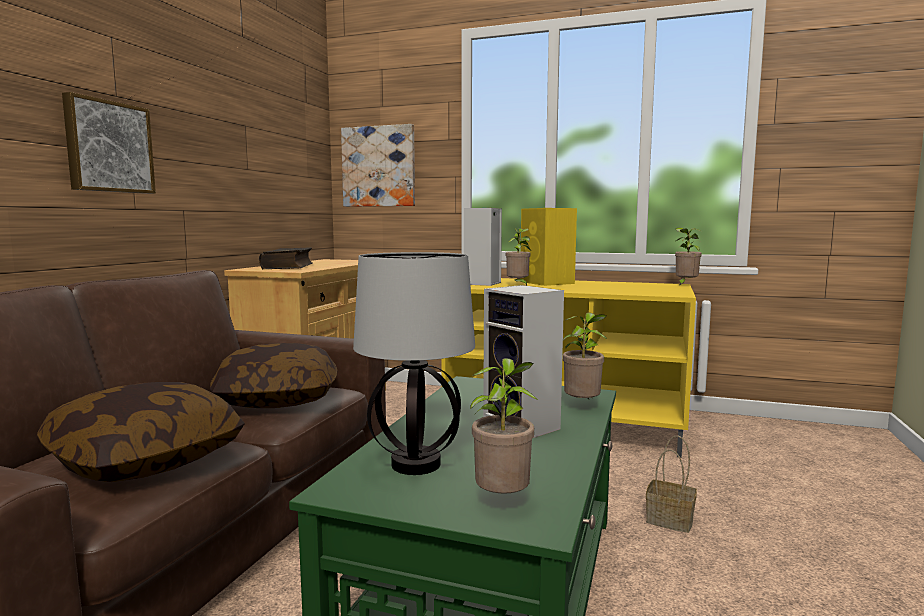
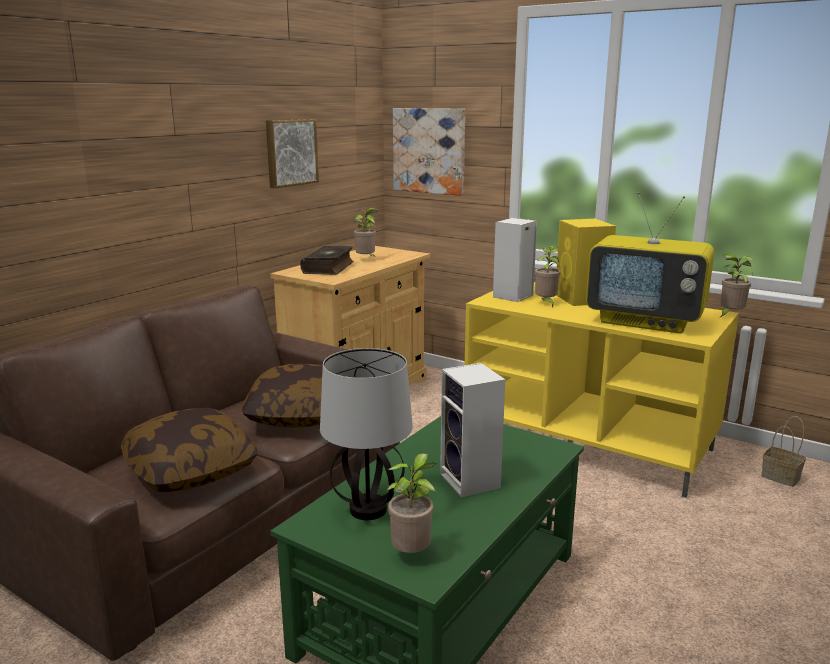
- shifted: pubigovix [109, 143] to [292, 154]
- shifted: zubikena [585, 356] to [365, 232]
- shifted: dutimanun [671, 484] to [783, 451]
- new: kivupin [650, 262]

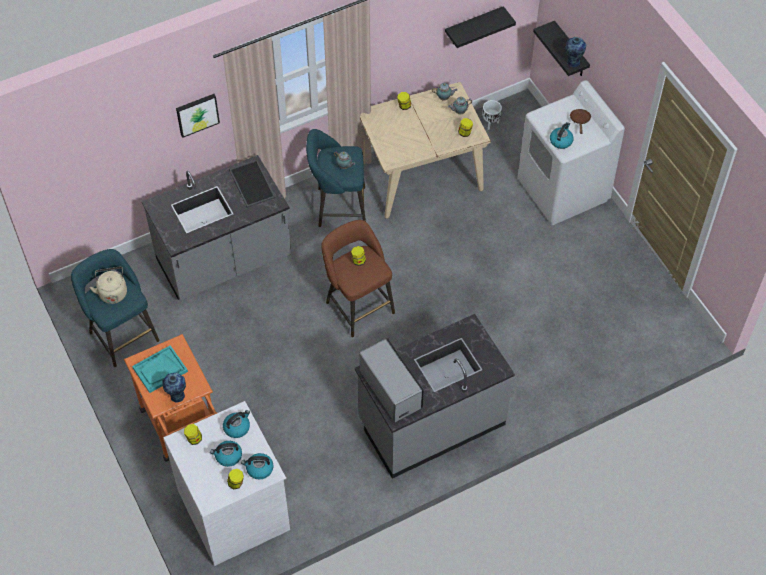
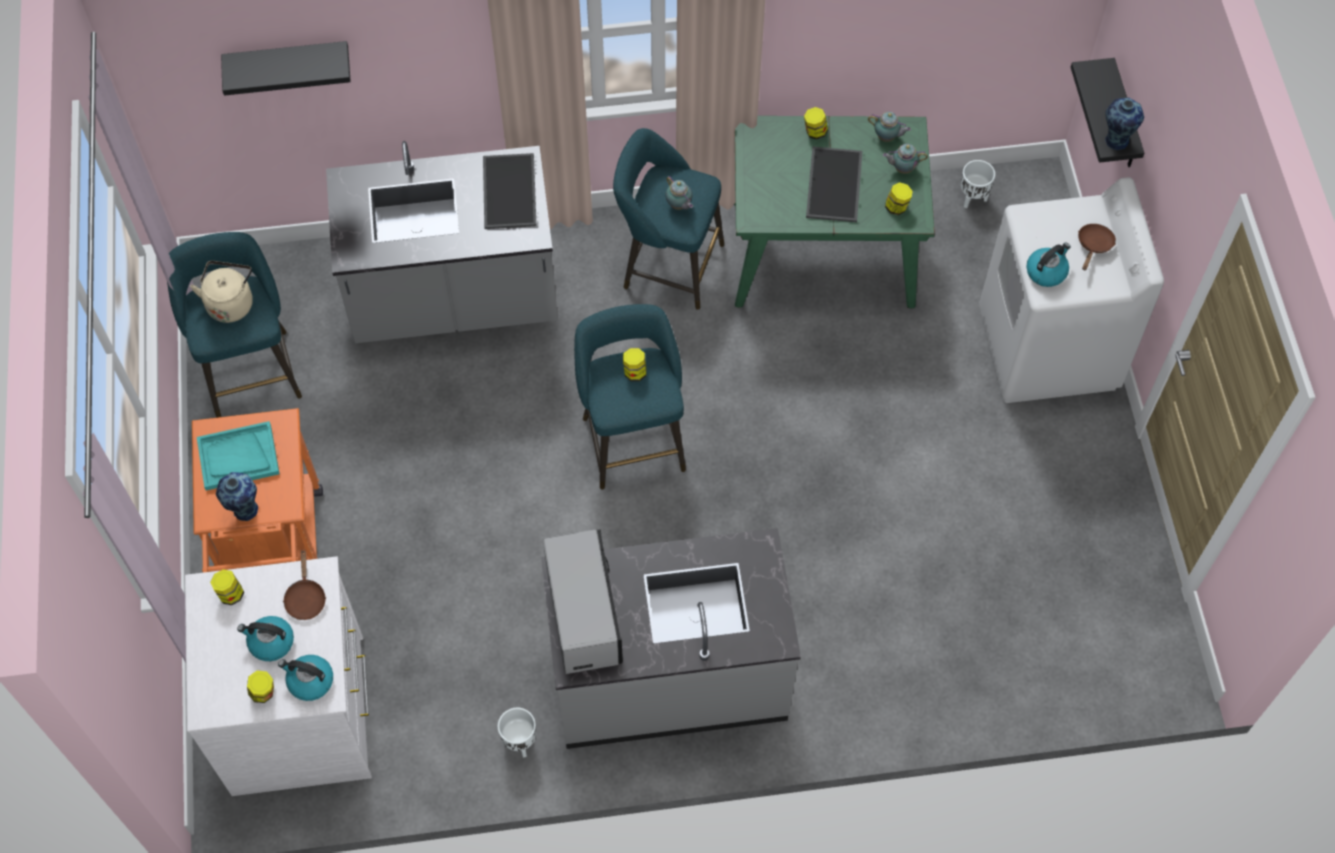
- gone: pubigovix [198, 116]
- swapped: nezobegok [236, 424] to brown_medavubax [304, 584]
- repainted: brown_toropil [358, 278] to turquoise_toropil [630, 396]
- repainted: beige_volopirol [425, 150] to green_volopirol [834, 212]
- shifted: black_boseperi [480, 27] to [286, 68]
- new: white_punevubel [517, 733]
- new: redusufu [834, 184]

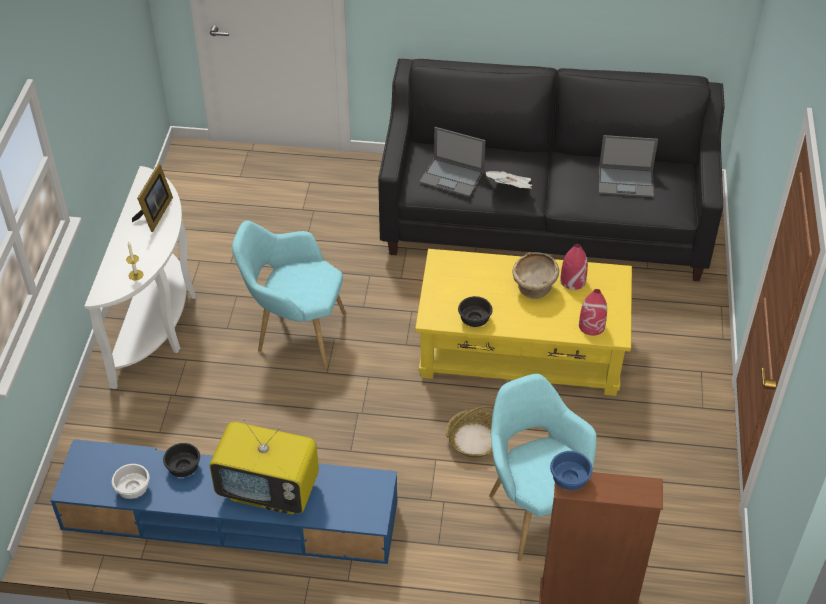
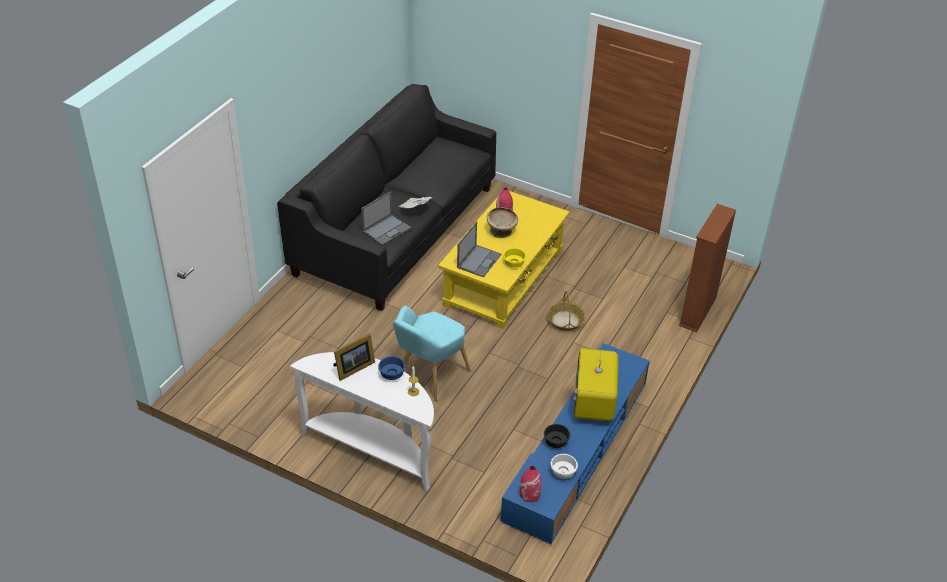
- rotated: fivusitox [152, 197] = [354, 357] 105 degrees clockwise
- rotated: kivupin [264, 466] = [595, 381] 150 degrees clockwise
- repainted: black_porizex [475, 311] to yellow_porizex [514, 258]
- gone: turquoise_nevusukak [543, 467]
- shifted: blue_porizex [571, 470] to [391, 368]
- shifted: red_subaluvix [593, 312] to [530, 484]
- shifted: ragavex [628, 166] to [479, 249]

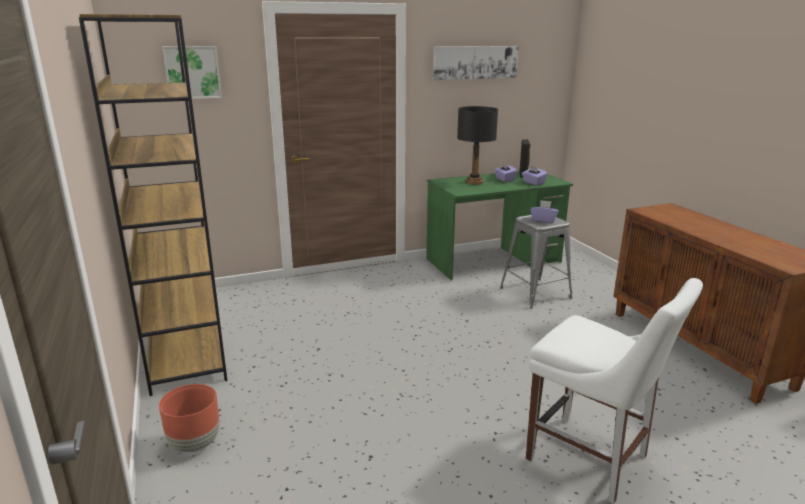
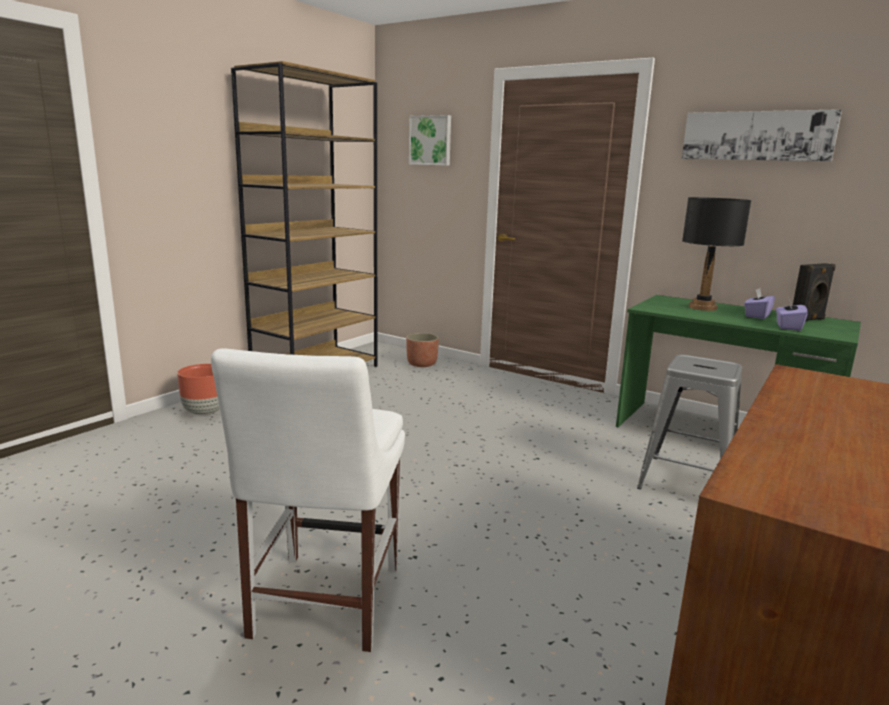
- gone: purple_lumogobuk [544, 211]
- new: punevubel [422, 350]

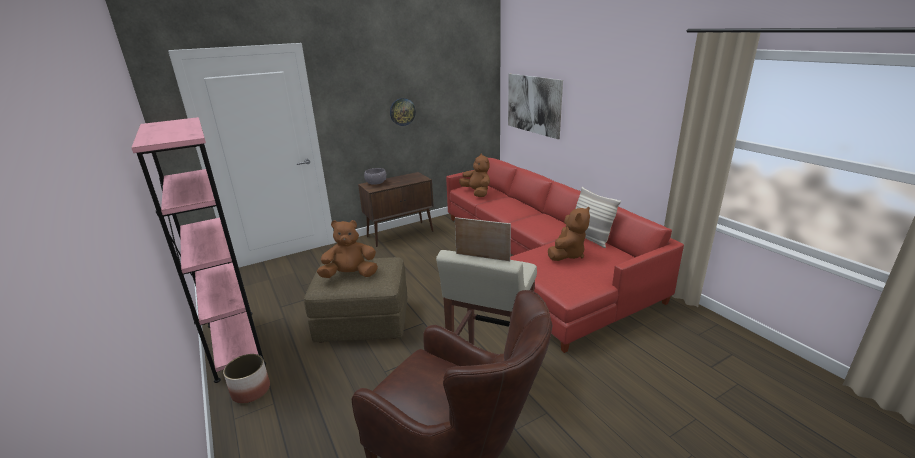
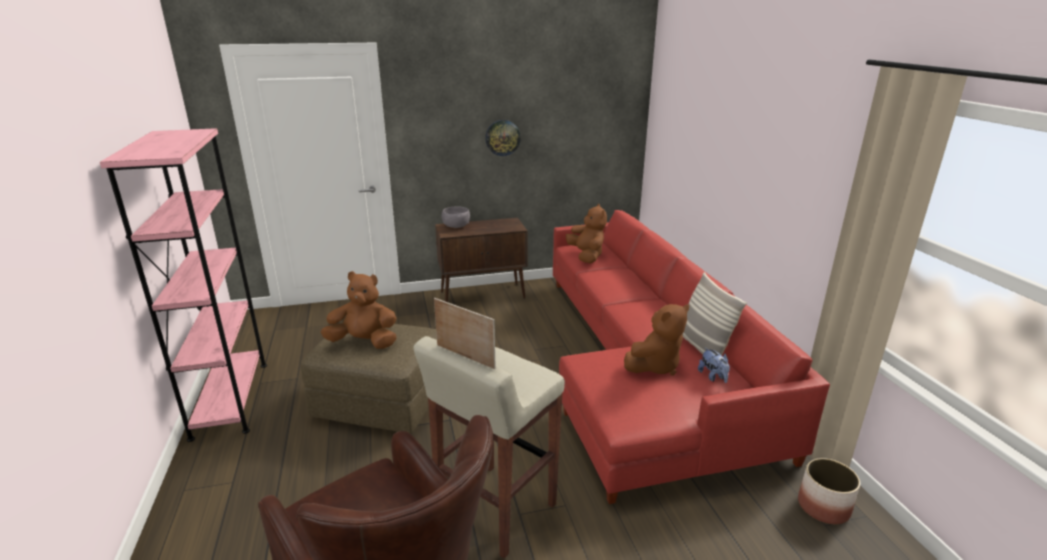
- shifted: punevubel [246, 378] to [829, 491]
- gone: pubigovix [535, 106]
- new: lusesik [714, 365]

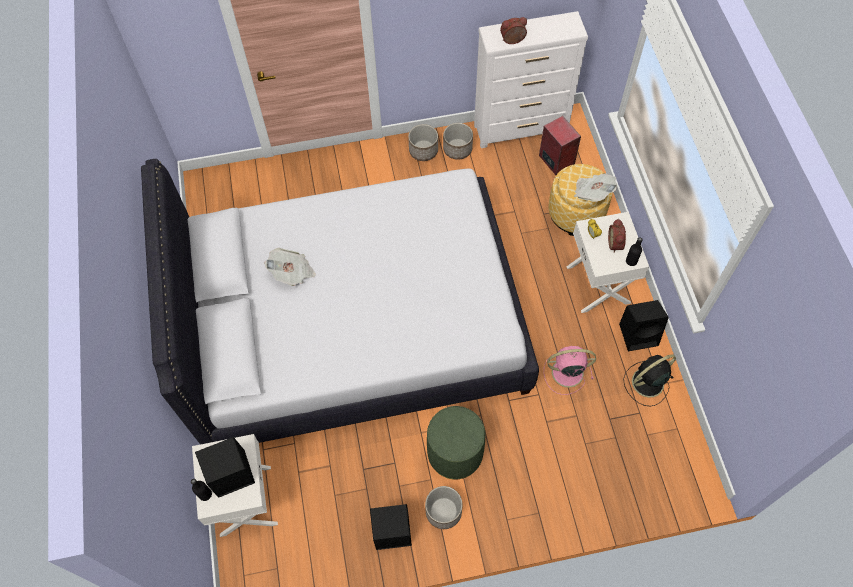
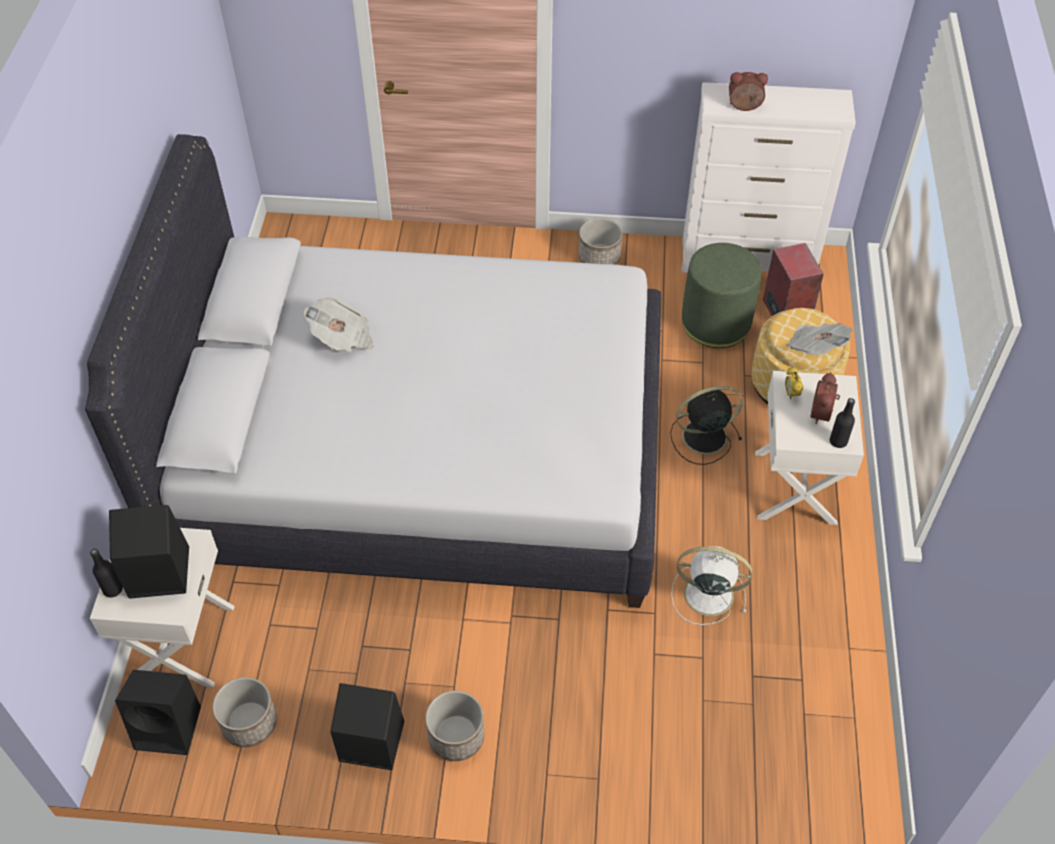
- shifted: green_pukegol [456, 443] to [722, 295]
- shifted: punevubel [458, 141] to [245, 712]
- repainted: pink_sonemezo [570, 370] to white_sonemezo [711, 585]
- shifted: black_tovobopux [644, 325] to [158, 712]
- shifted: black_sonemezo [649, 380] to [706, 425]

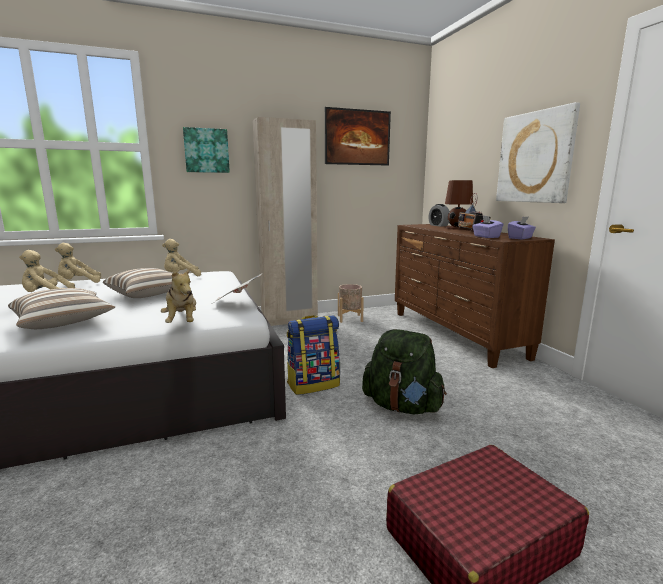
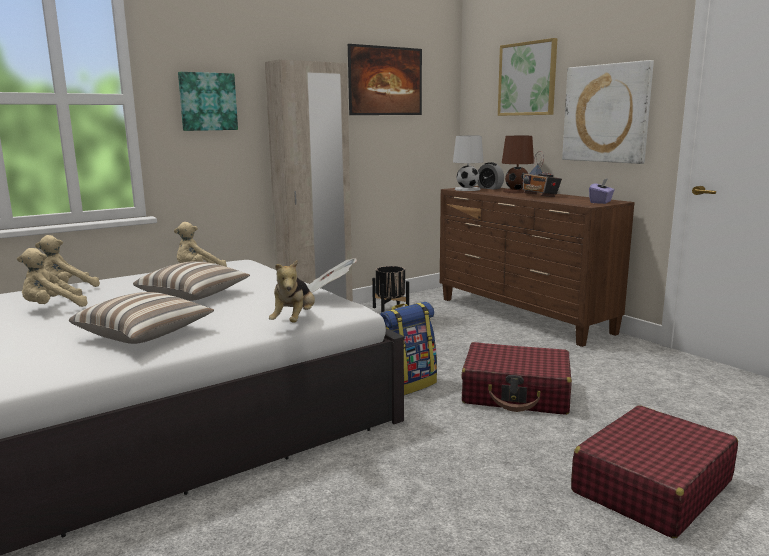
- rotated: lusesik [178, 295] = [292, 291] 45 degrees clockwise
- repainted: beige_punevubel [351, 303] to black_punevubel [390, 289]
- swapped: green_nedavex [404, 371] to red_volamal [516, 378]
- gone: purple_lumogobuk [487, 226]
- new: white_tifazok [468, 163]
- new: pubigovix [527, 77]

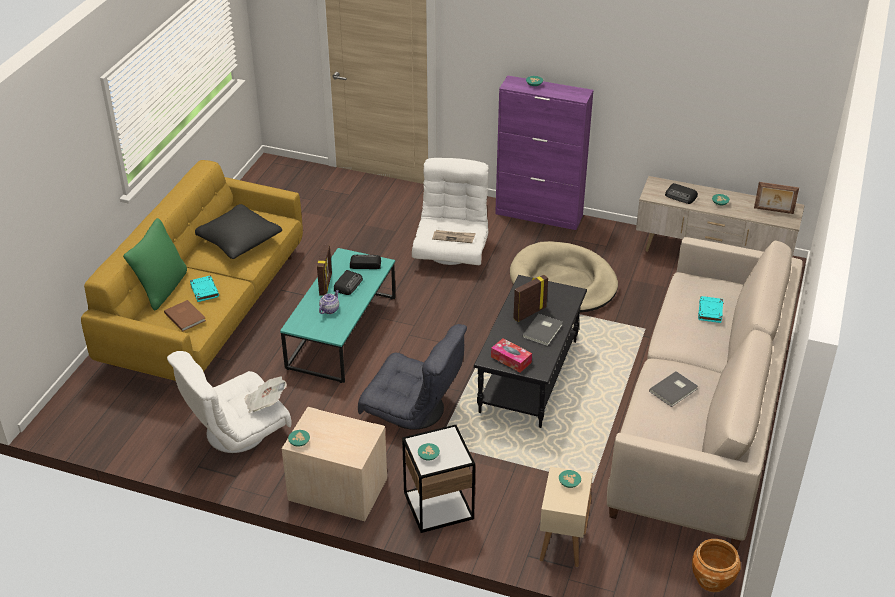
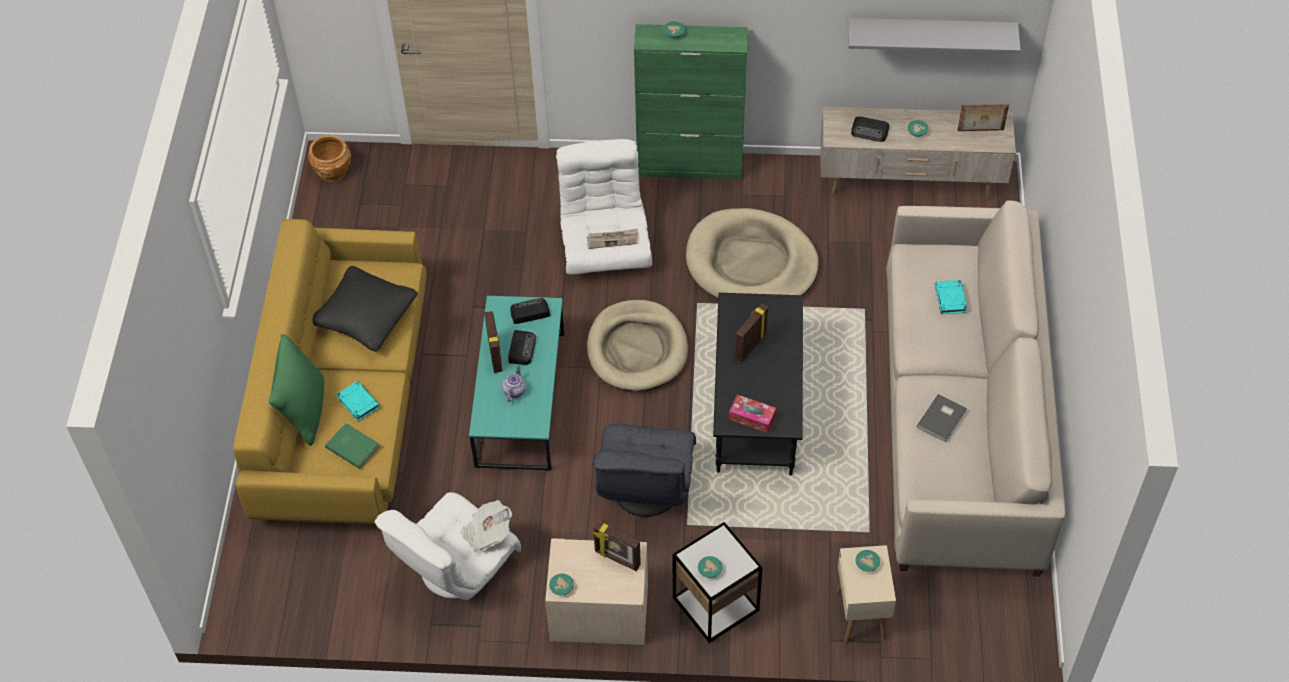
- repainted: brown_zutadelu [185, 316] to green_zutadelu [352, 445]
- rotated: grey_nevusukak [412, 377] = [644, 470] 90 degrees clockwise
- repainted: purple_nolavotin [544, 152] to green_nolavotin [691, 102]
- gone: grey_zutadelu [542, 330]
- shifted: brown_punevubel [716, 565] to [329, 158]
- new: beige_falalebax [637, 345]
- new: fivusitox [617, 546]
- new: grey_boseperi [934, 35]

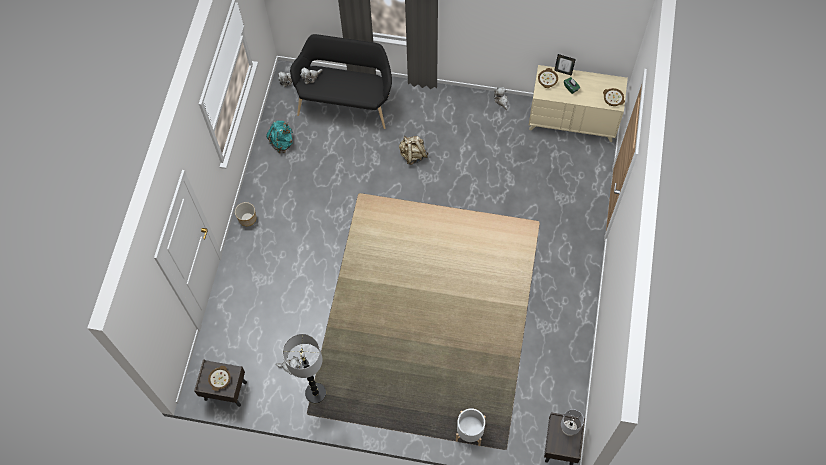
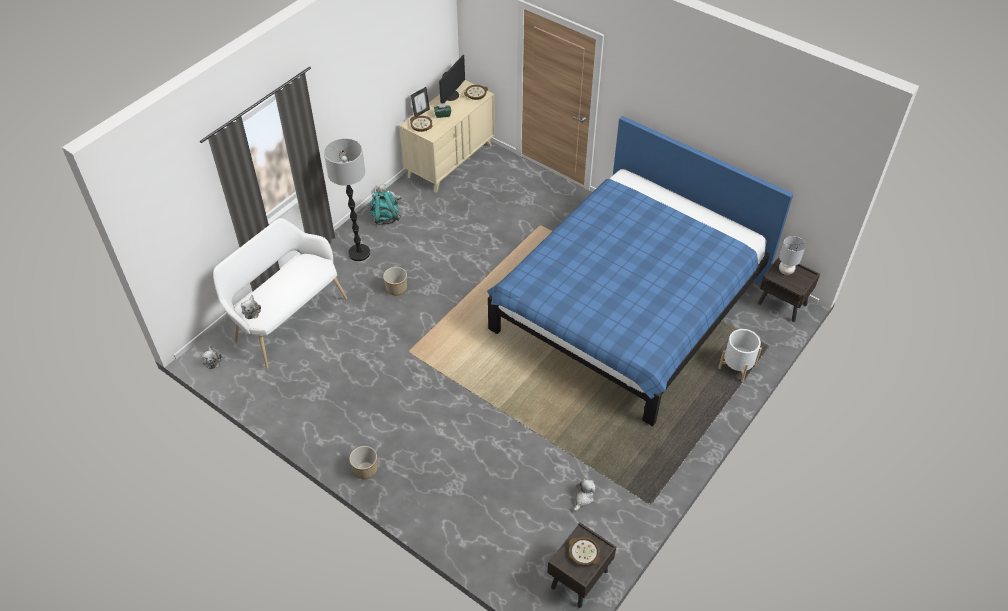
- shifted: turquoise_nedavex [279, 137] to [385, 207]
- shifted: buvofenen [304, 368] to [347, 199]
- repainted: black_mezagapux [341, 81] to white_mezagapux [280, 293]
- swapped: beige_nedavex [413, 150] to punevubel [395, 281]
- new: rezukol [452, 79]
- new: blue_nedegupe [640, 271]

